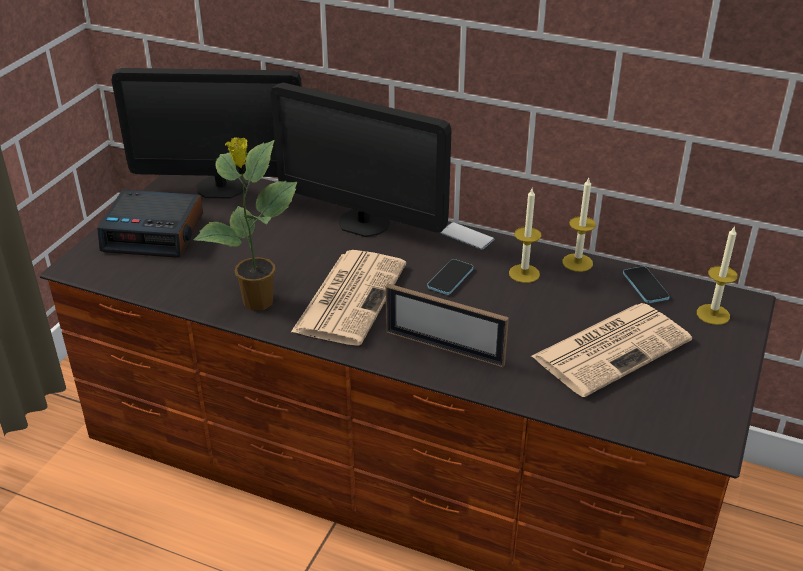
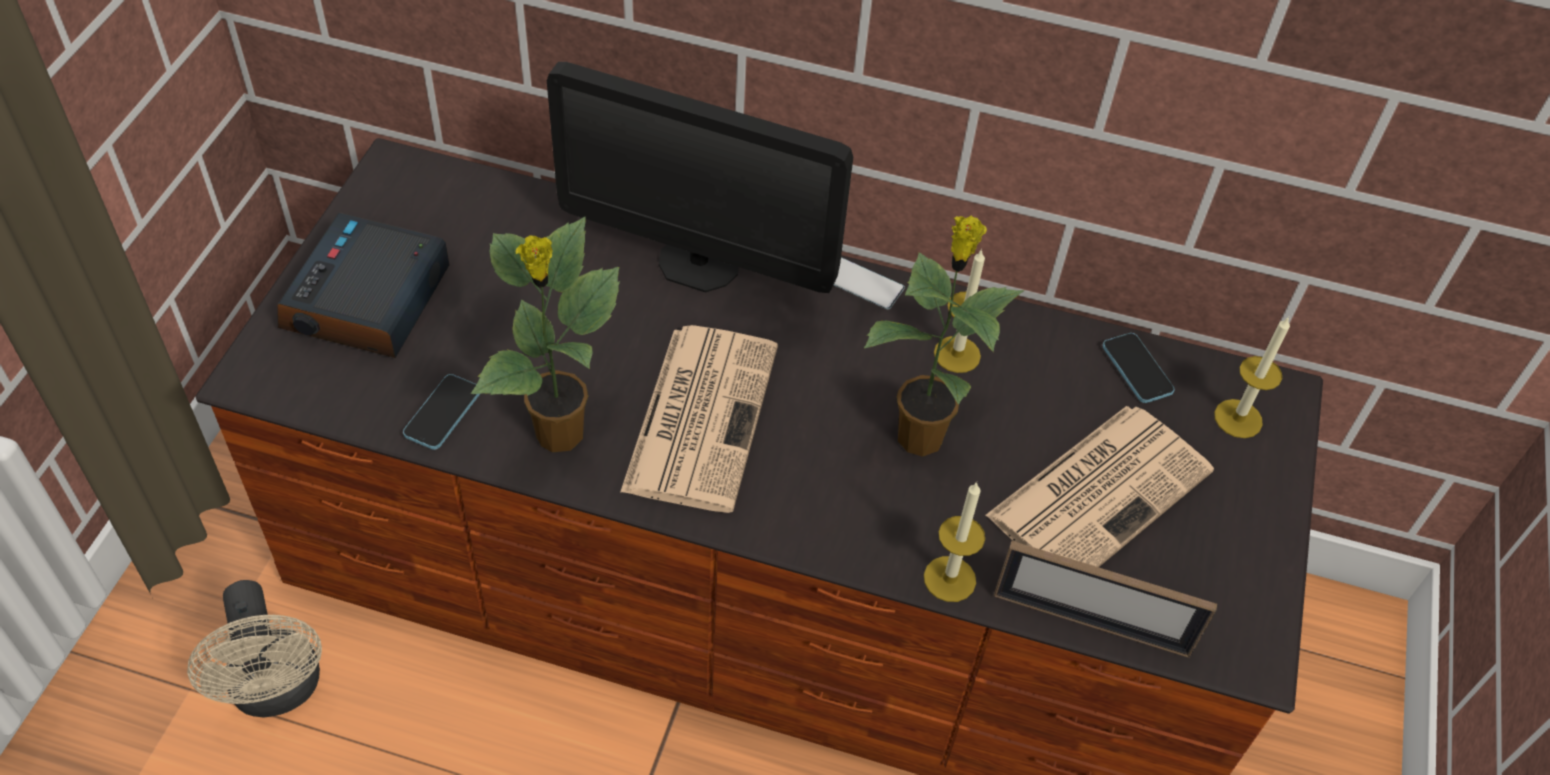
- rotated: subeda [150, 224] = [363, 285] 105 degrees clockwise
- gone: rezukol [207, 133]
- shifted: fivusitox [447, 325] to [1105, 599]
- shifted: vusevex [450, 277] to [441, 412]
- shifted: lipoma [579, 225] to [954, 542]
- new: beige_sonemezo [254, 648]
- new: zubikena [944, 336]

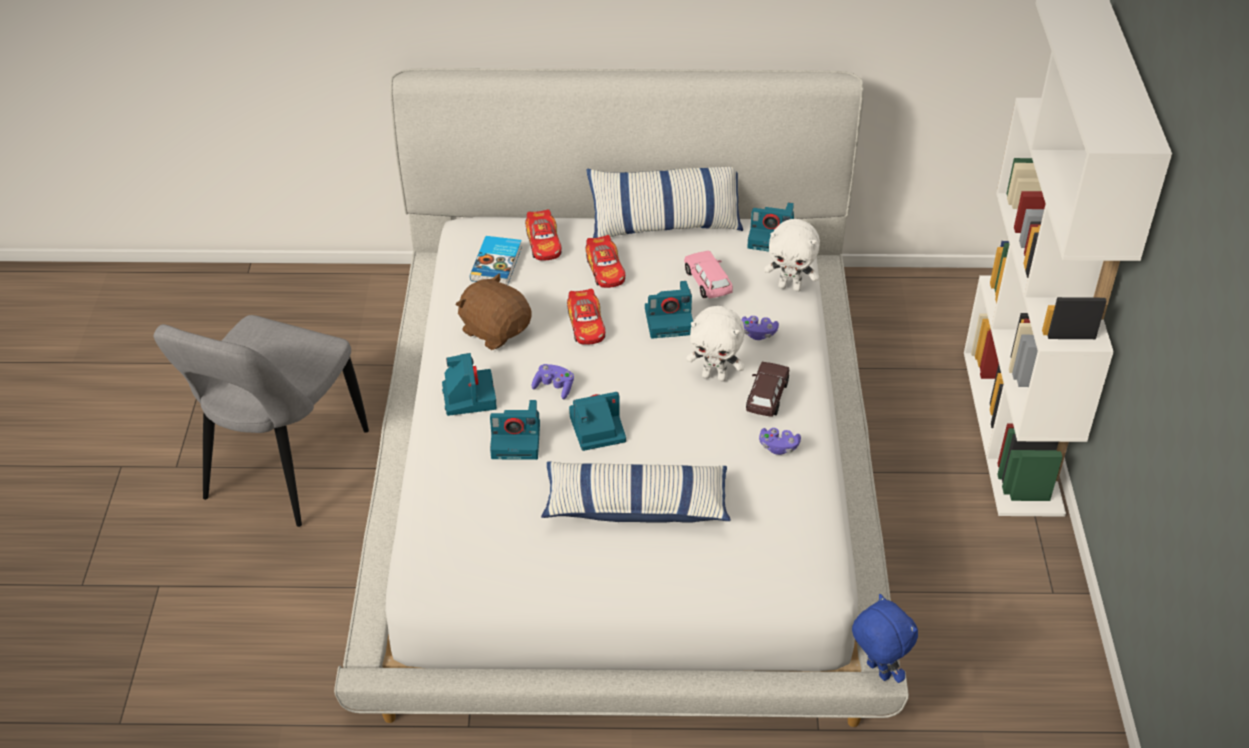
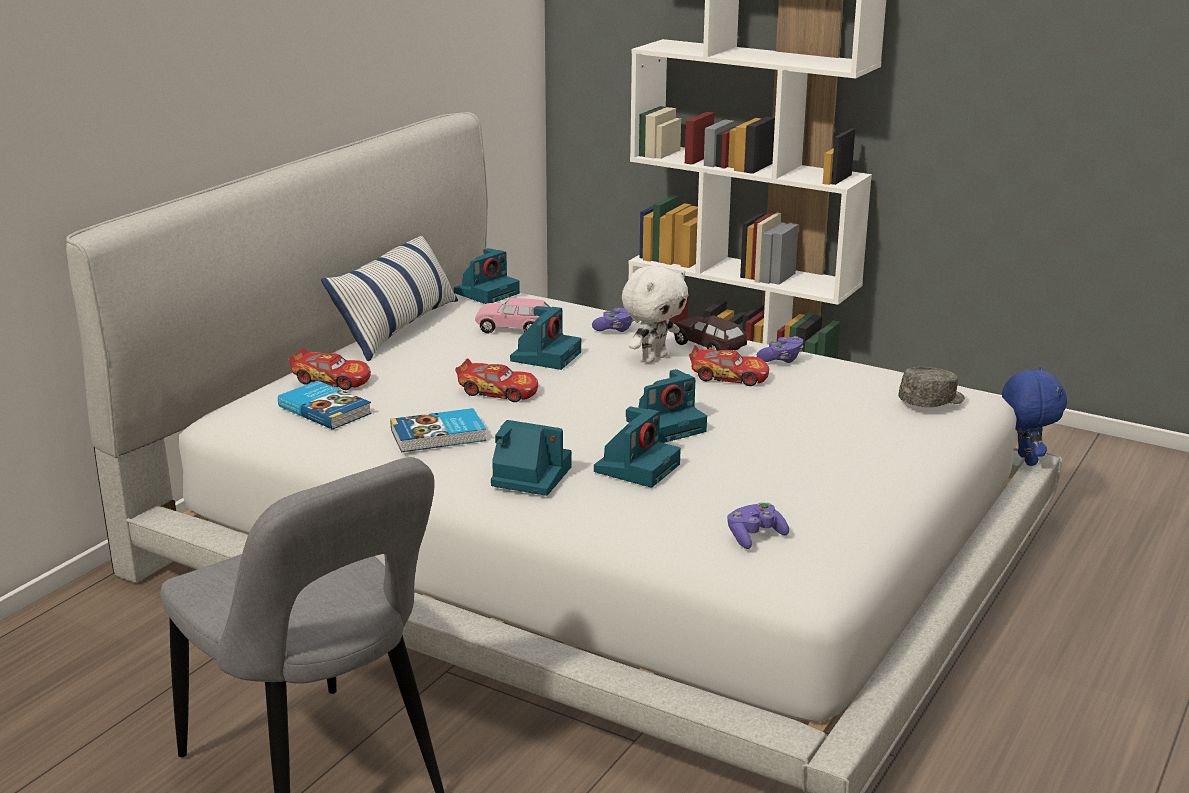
- swapped: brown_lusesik [493, 312] to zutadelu [438, 430]
- shifted: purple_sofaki [553, 381] to [758, 526]
- gone: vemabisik [636, 492]
- rotated: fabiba [597, 421] = [666, 406] 135 degrees counterclockwise
- shifted: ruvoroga [605, 261] to [729, 365]
- gone: white_lusesik [792, 255]
- rotated: blue_lusesik [885, 638] = [1034, 416] 90 degrees clockwise
- new: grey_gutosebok [931, 387]

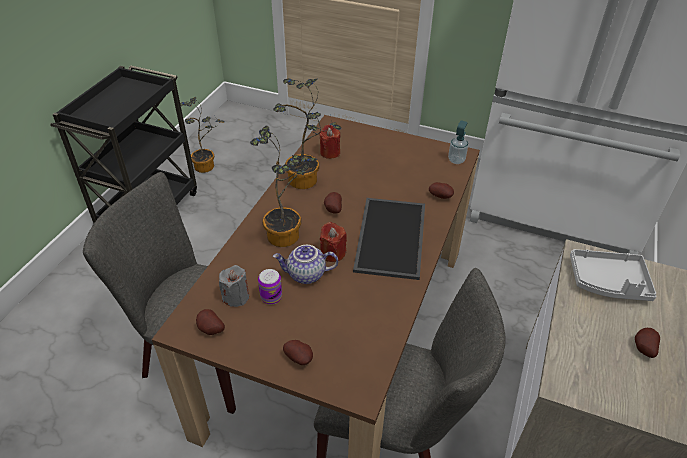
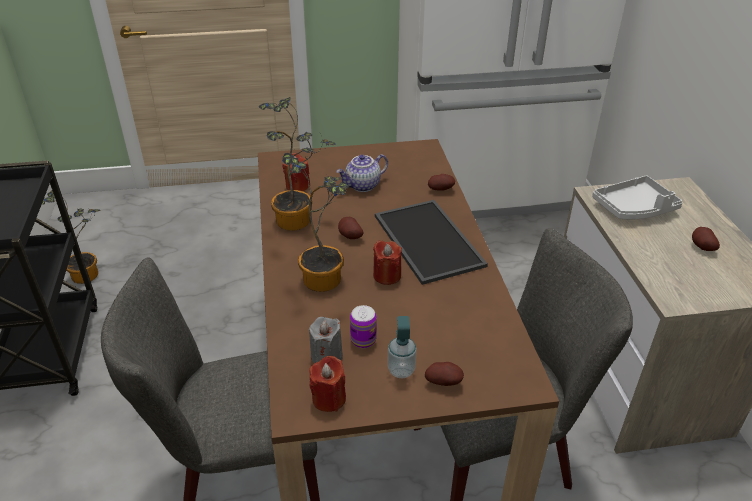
- swapped: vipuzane [210, 322] to red_lipoma [327, 384]
- shifted: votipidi [305, 264] to [362, 173]
- shifted: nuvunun [458, 142] to [402, 347]

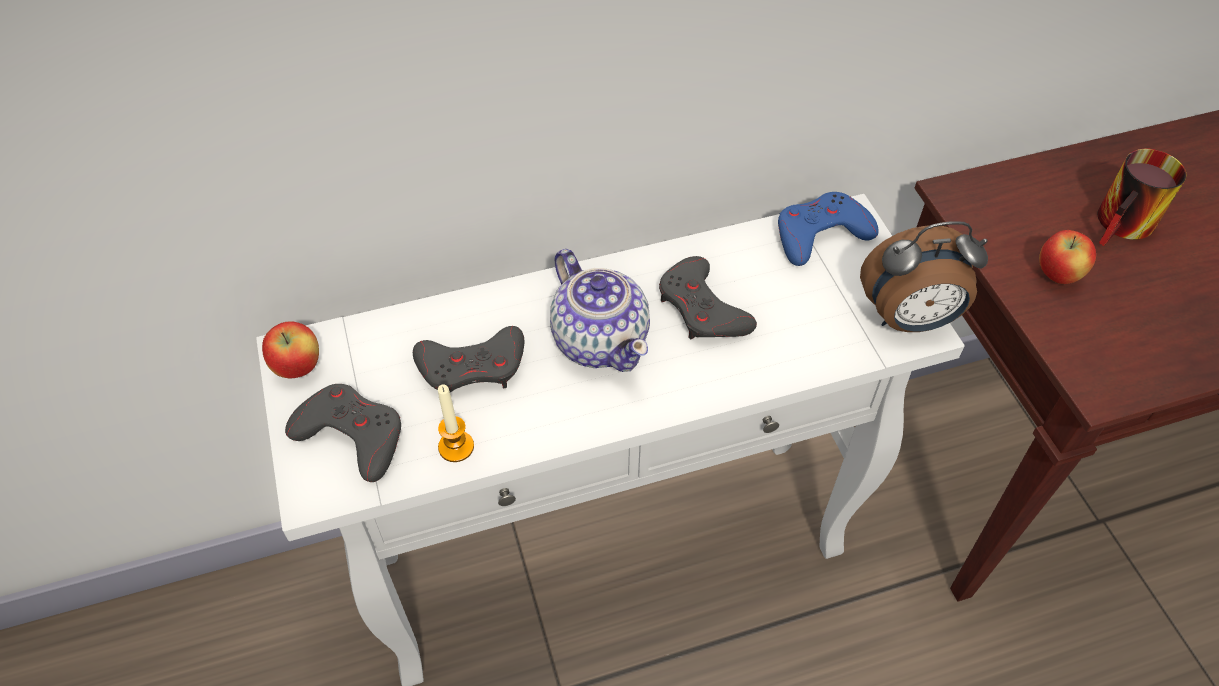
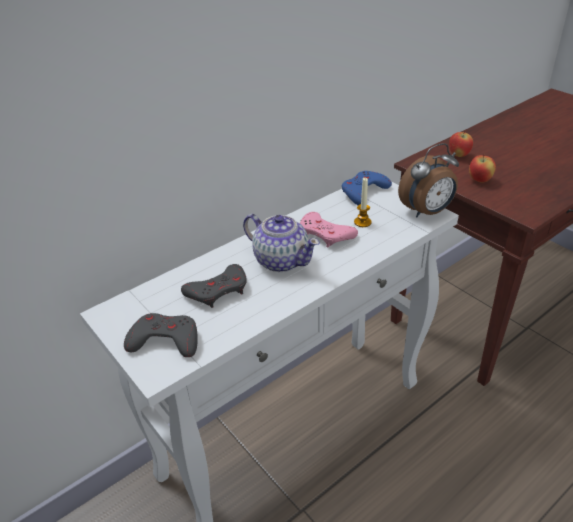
- shifted: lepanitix [290, 349] to [461, 144]
- shifted: lipoma [456, 423] to [363, 202]
- repainted: grey_sofaki [708, 297] to pink_sofaki [329, 229]
- gone: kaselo [1141, 197]

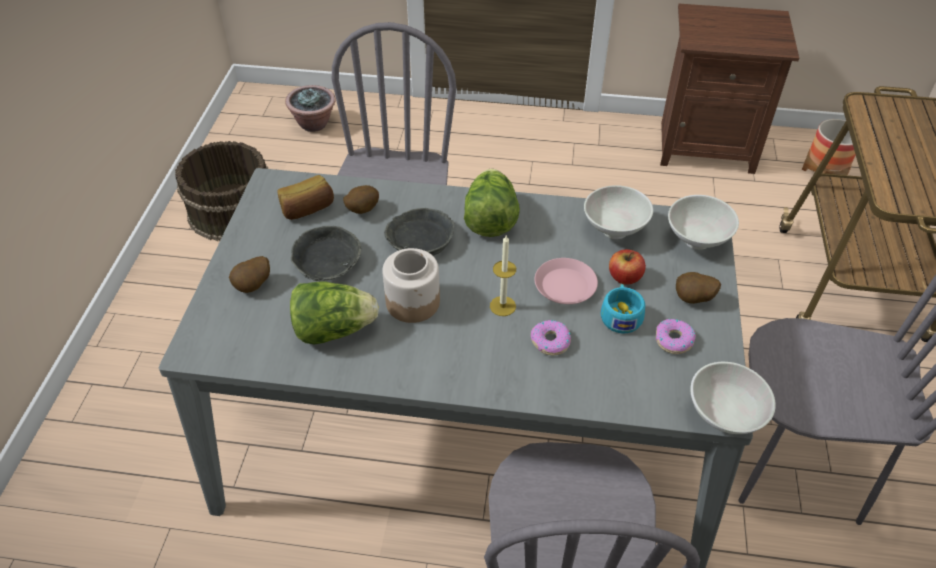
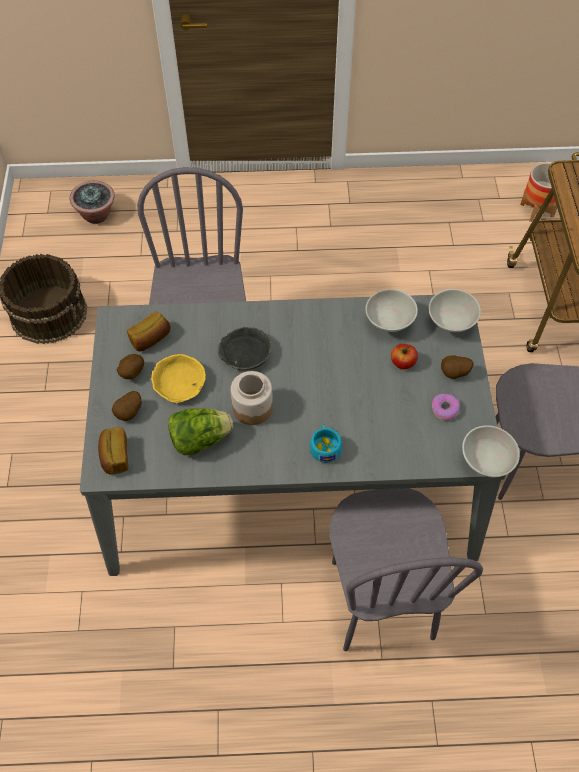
- repainted: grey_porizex [326, 253] to yellow_porizex [178, 378]
- shifted: vipuzane [361, 199] to [130, 366]
- gone: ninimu [492, 203]
- gone: lipoma [503, 275]
- gone: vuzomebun [551, 337]
- gone: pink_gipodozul [566, 281]
- shifted: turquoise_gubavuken [622, 308] to [326, 443]
- gone: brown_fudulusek [729, 89]
- new: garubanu [113, 451]

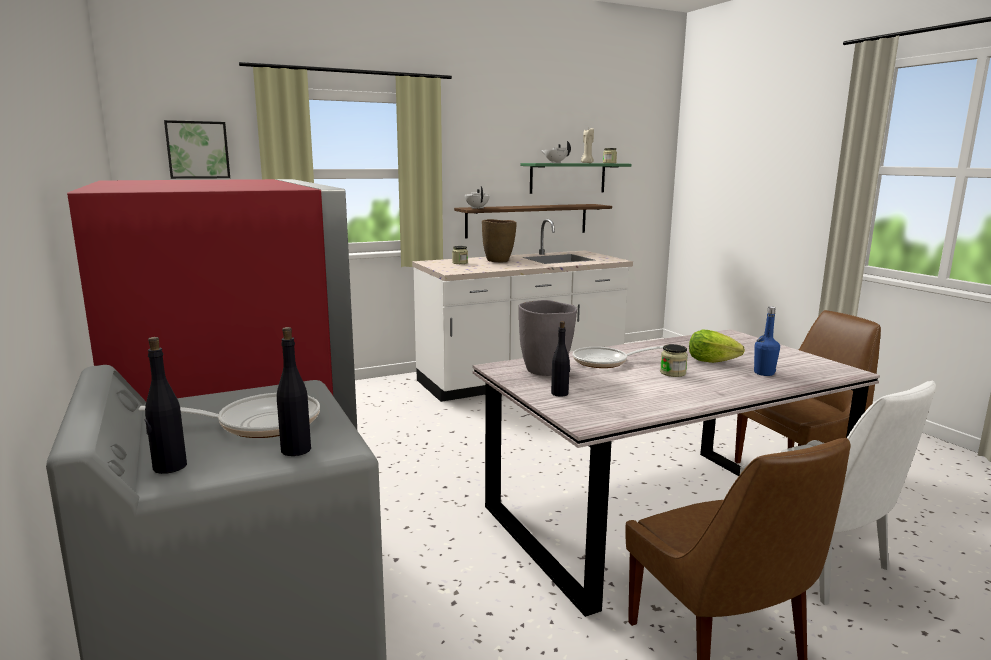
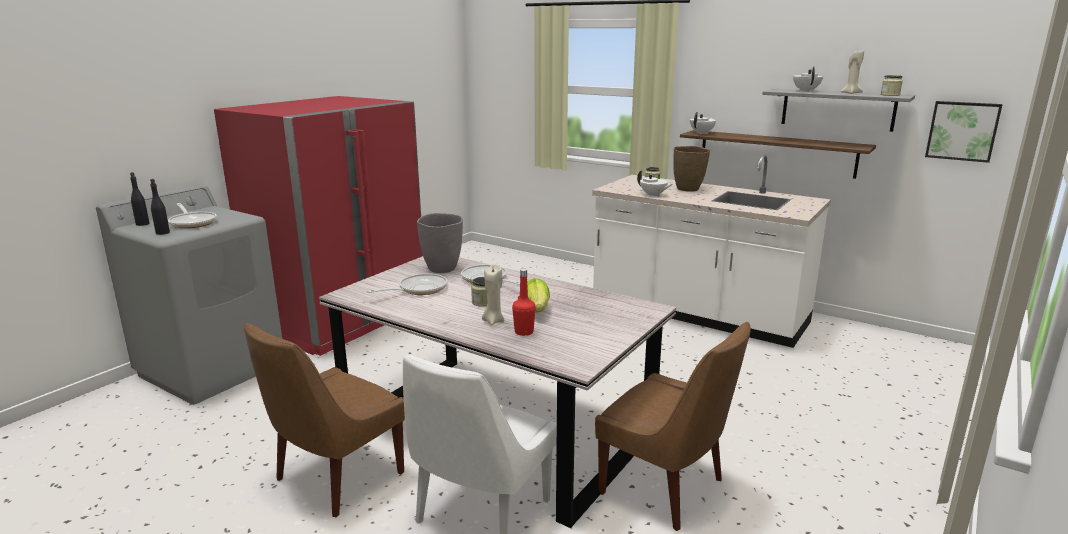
- shifted: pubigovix [197, 149] to [964, 132]
- repainted: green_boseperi [576, 178] to grey_boseperi [838, 110]
- gone: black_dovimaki [560, 359]
- repainted: blue_dovimaki [767, 341] to red_dovimaki [524, 302]
- new: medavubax [407, 284]
- new: beige_lipoma [493, 294]
- new: white_votipidi [655, 183]

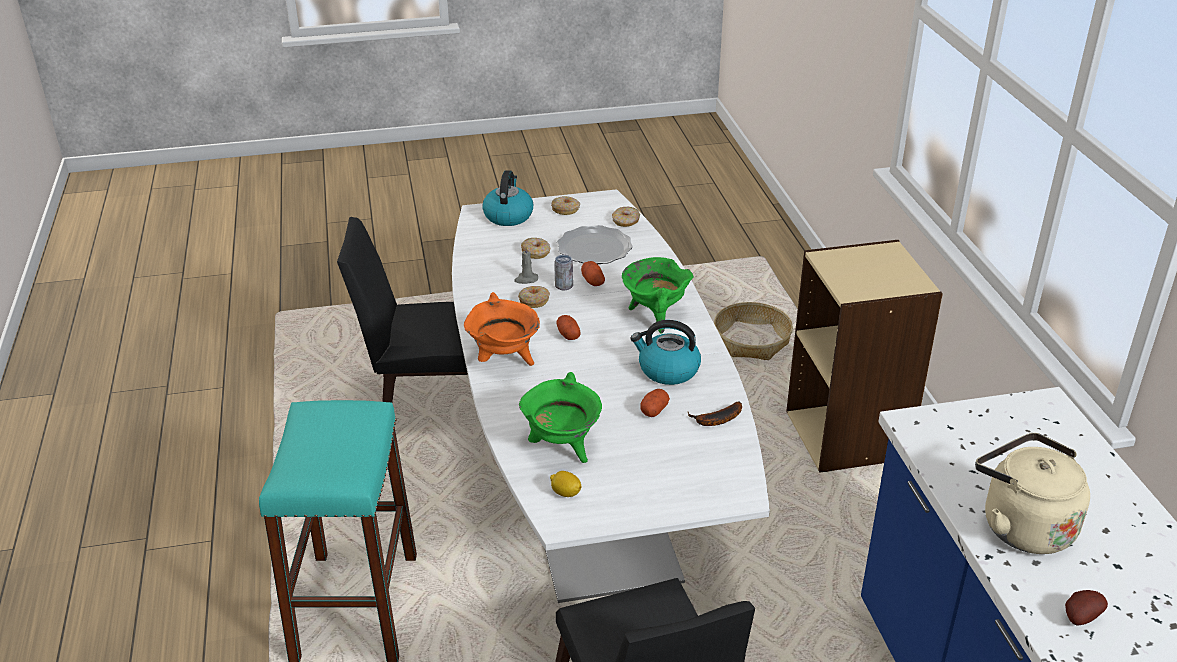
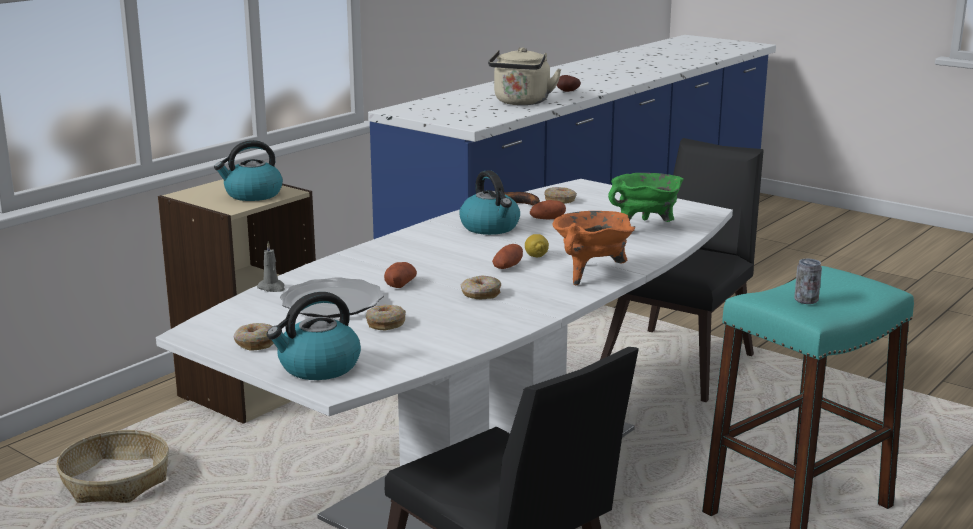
- shifted: grey_lipoma [526, 265] to [271, 266]
- shifted: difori [566, 484] to [537, 245]
- shifted: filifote [563, 272] to [808, 281]
- shifted: vuzomebun [626, 217] to [560, 195]
- gone: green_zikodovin [657, 295]
- new: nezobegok [248, 170]

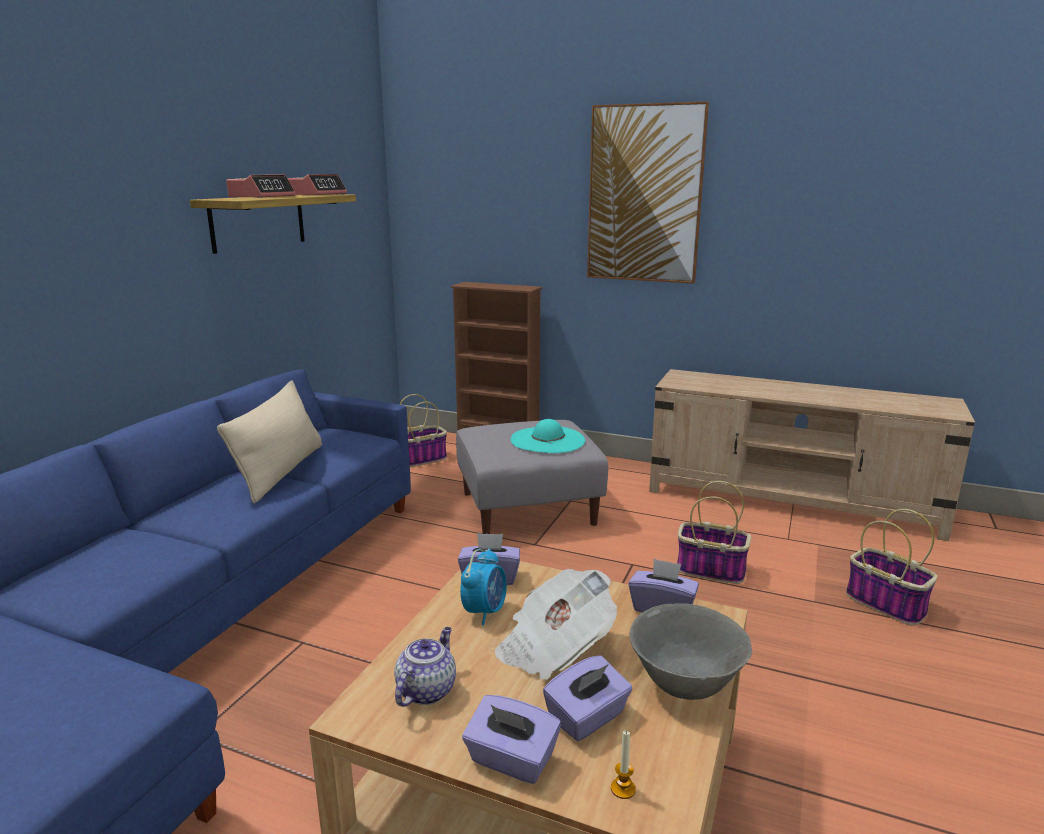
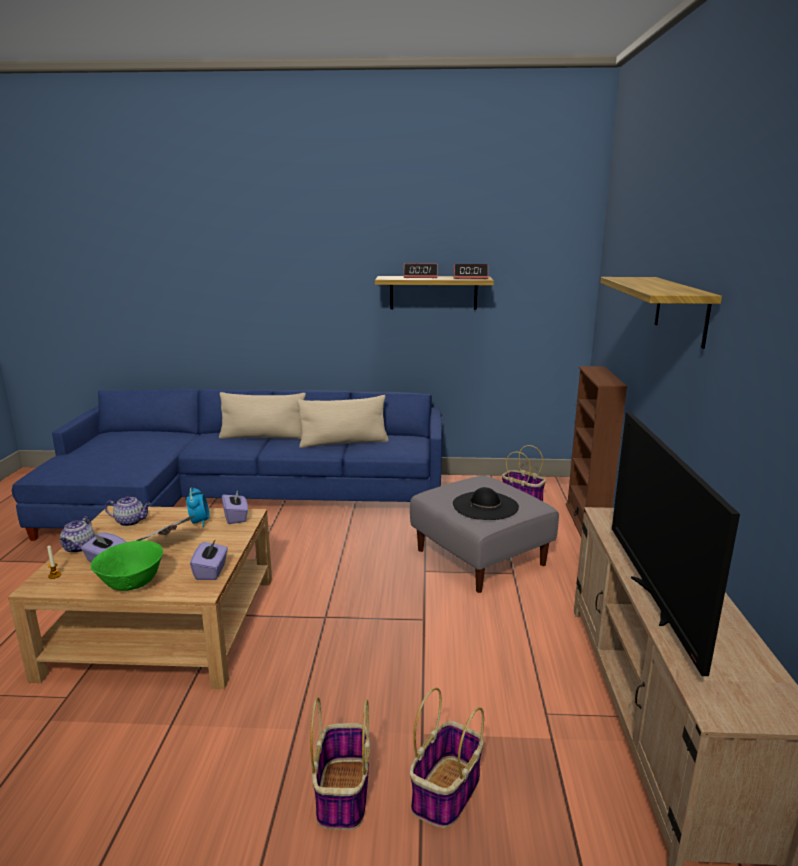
- rotated: subeda [483, 587] = [197, 507] 105 degrees counterclockwise
- swapped: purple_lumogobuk [511, 739] to votipidi [77, 535]
- repainted: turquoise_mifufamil [548, 436] to black_mifufamil [486, 503]
- swapped: pubigovix [648, 192] to boseperi [661, 313]
- repainted: grey_porizex [690, 651] to green_porizex [127, 566]
- shifted: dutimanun [714, 532] to [340, 763]
- new: beige_vemabisik [262, 415]
- new: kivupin [676, 544]

